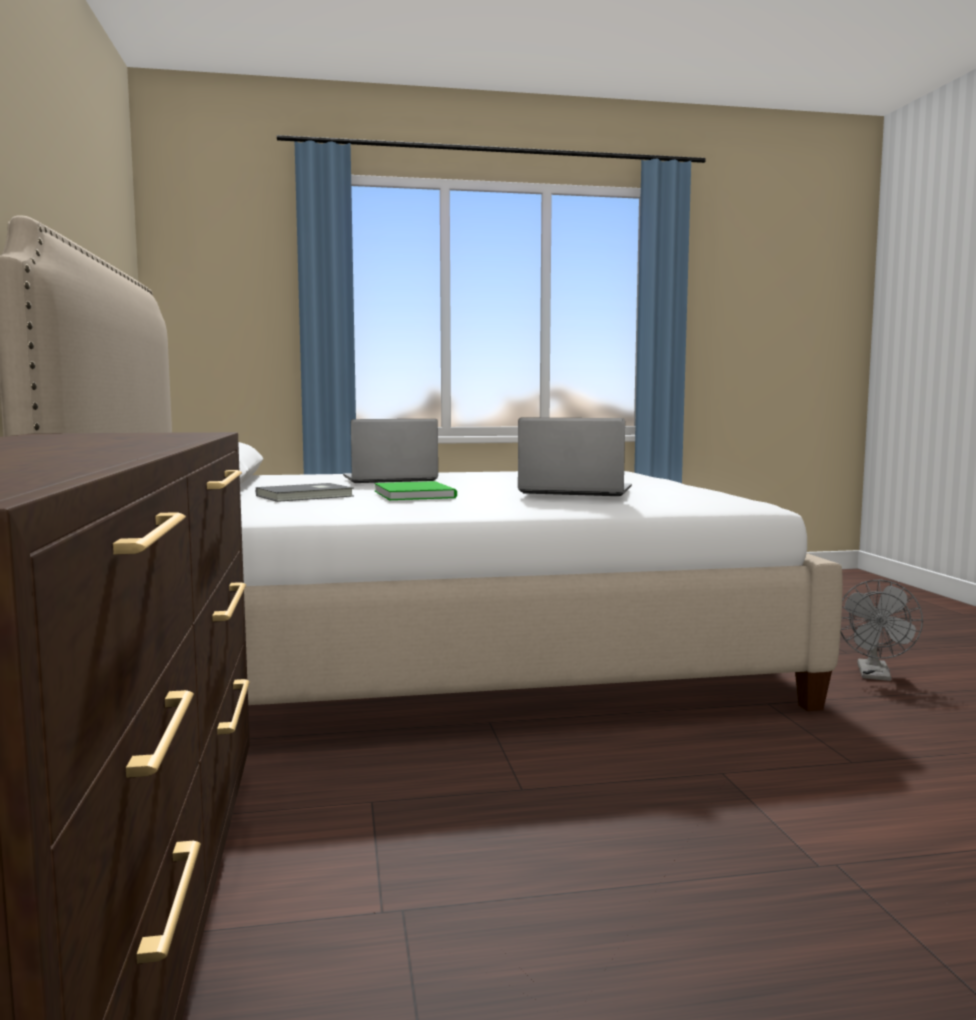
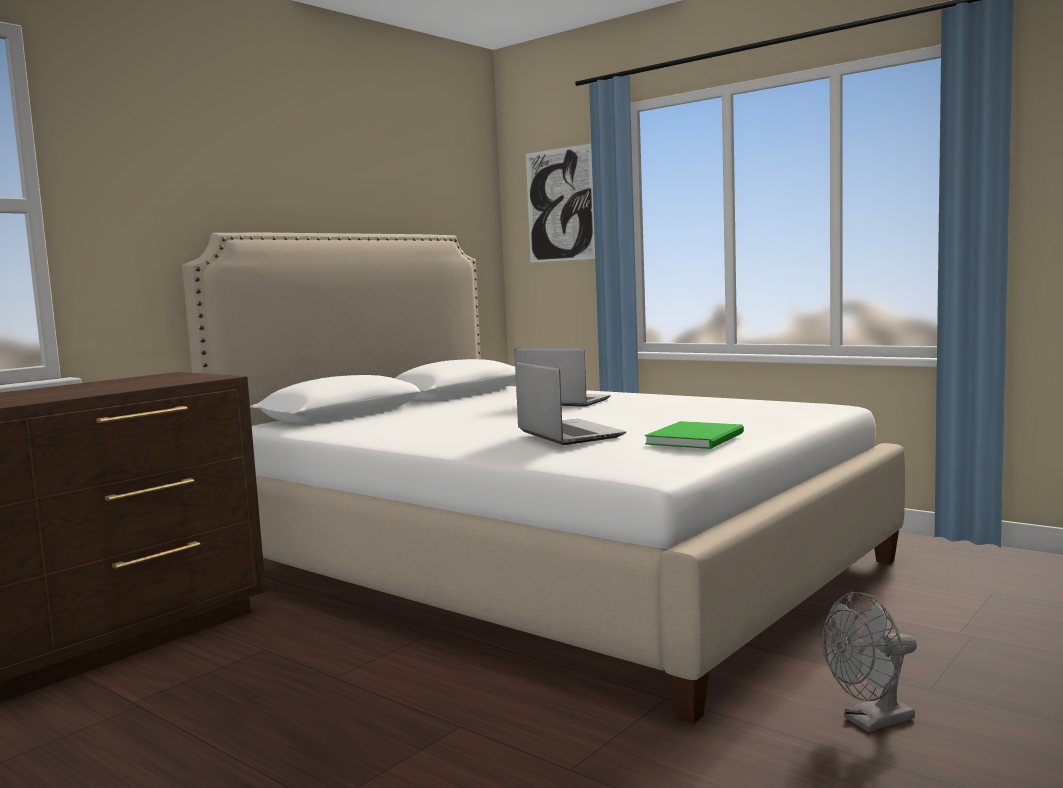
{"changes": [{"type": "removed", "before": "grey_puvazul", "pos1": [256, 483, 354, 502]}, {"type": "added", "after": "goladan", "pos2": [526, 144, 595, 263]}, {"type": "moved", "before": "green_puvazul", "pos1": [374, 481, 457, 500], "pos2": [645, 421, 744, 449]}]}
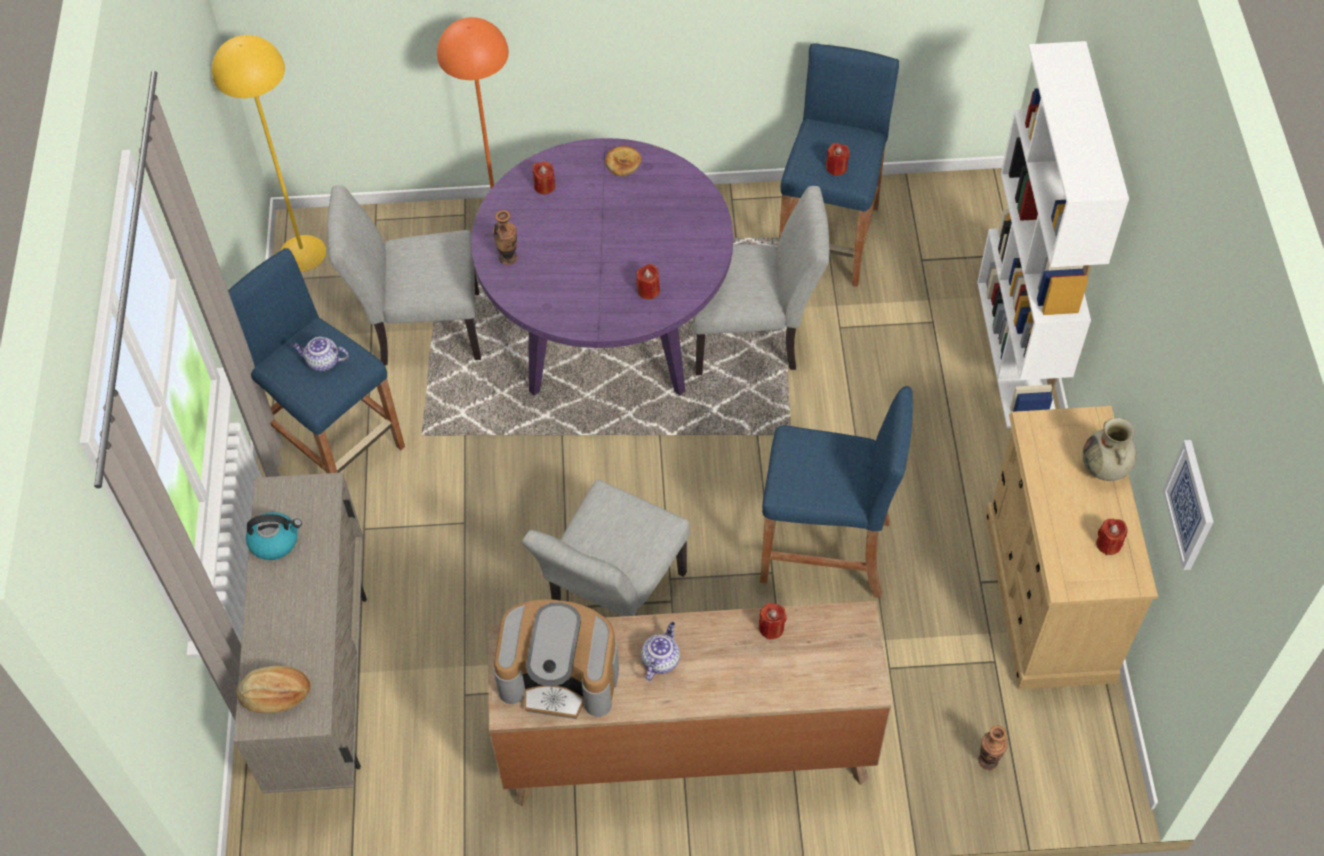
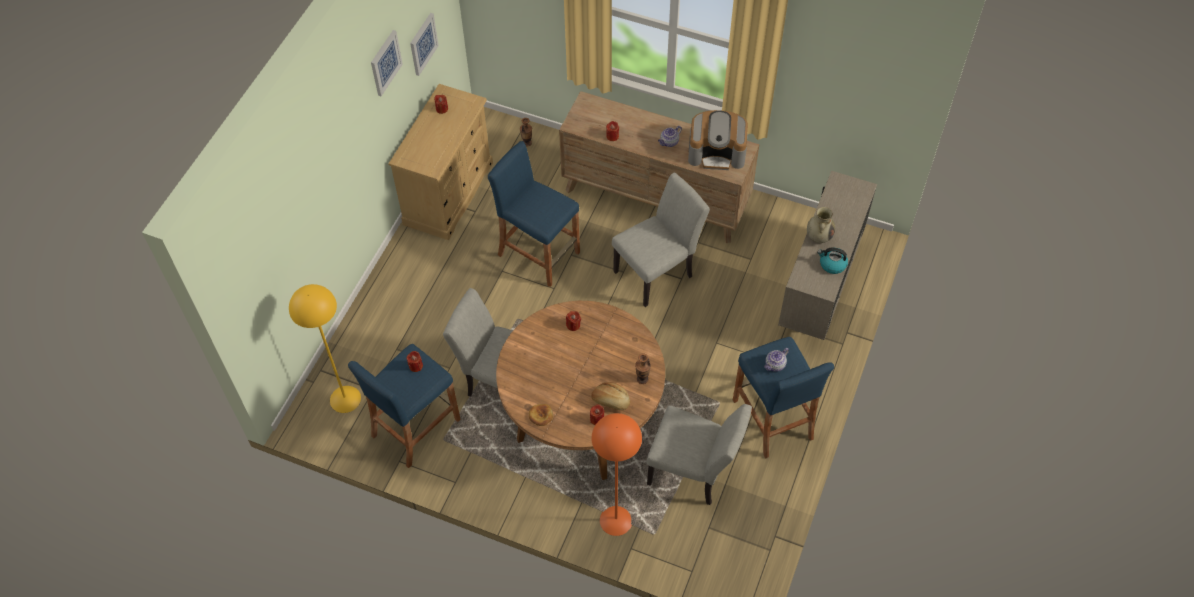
{"changes": [{"type": "removed", "before": "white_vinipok", "pos1": [977, 41, 1129, 428]}, {"type": "added", "after": "goladan", "pos2": [371, 30, 403, 96]}, {"type": "moved", "before": "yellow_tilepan", "pos1": [212, 35, 326, 272], "pos2": [289, 284, 361, 413]}, {"type": "moved", "before": "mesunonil", "pos1": [237, 666, 311, 713], "pos2": [591, 382, 630, 410]}, {"type": "moved", "before": "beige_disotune", "pos1": [1083, 417, 1137, 481], "pos2": [807, 207, 835, 243]}, {"type": "recoloured", "before": "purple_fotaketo", "after": "brown_fotaketo", "pos1": [471, 138, 733, 396], "pos2": [496, 301, 665, 480]}, {"type": "turned", "before": "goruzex", "pos1": [291, 337, 349, 371], "pos2": [764, 348, 789, 372], "turn": 105}, {"type": "turned", "before": "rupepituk", "pos1": [494, 599, 619, 719], "pos2": [688, 110, 748, 170], "turn": 150}]}
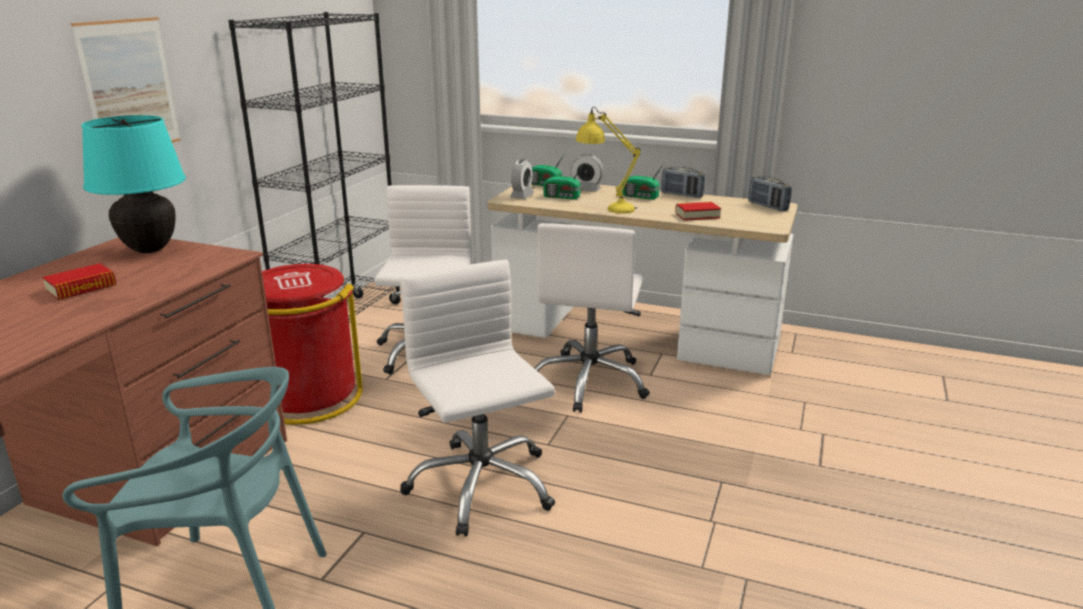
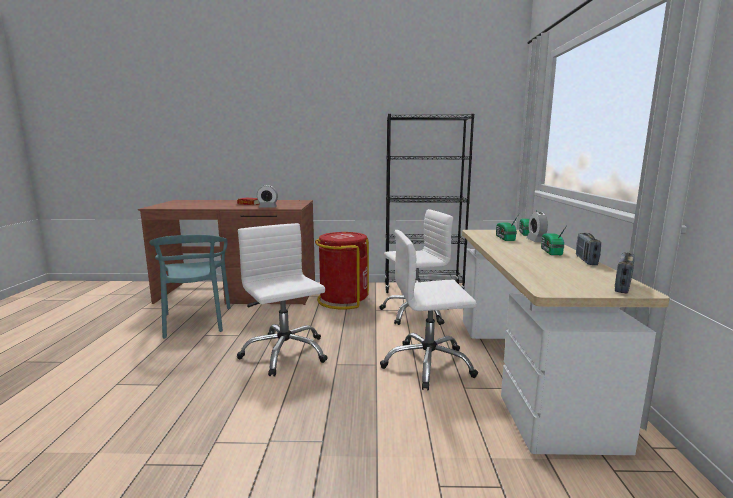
{"changes": [{"type": "removed", "before": "goladan", "pos1": [71, 17, 181, 143]}, {"type": "removed", "before": "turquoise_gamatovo", "pos1": [81, 115, 186, 253]}, {"type": "removed", "before": "yellow_gamatovo", "pos1": [576, 107, 641, 214]}, {"type": "removed", "before": "puvazul", "pos1": [675, 202, 721, 221]}, {"type": "moved", "before": "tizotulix", "pos1": [510, 160, 534, 199], "pos2": [257, 185, 278, 208]}, {"type": "turned", "before": "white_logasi", "pos1": [400, 259, 555, 536], "pos2": [237, 223, 328, 376], "turn": -75}]}
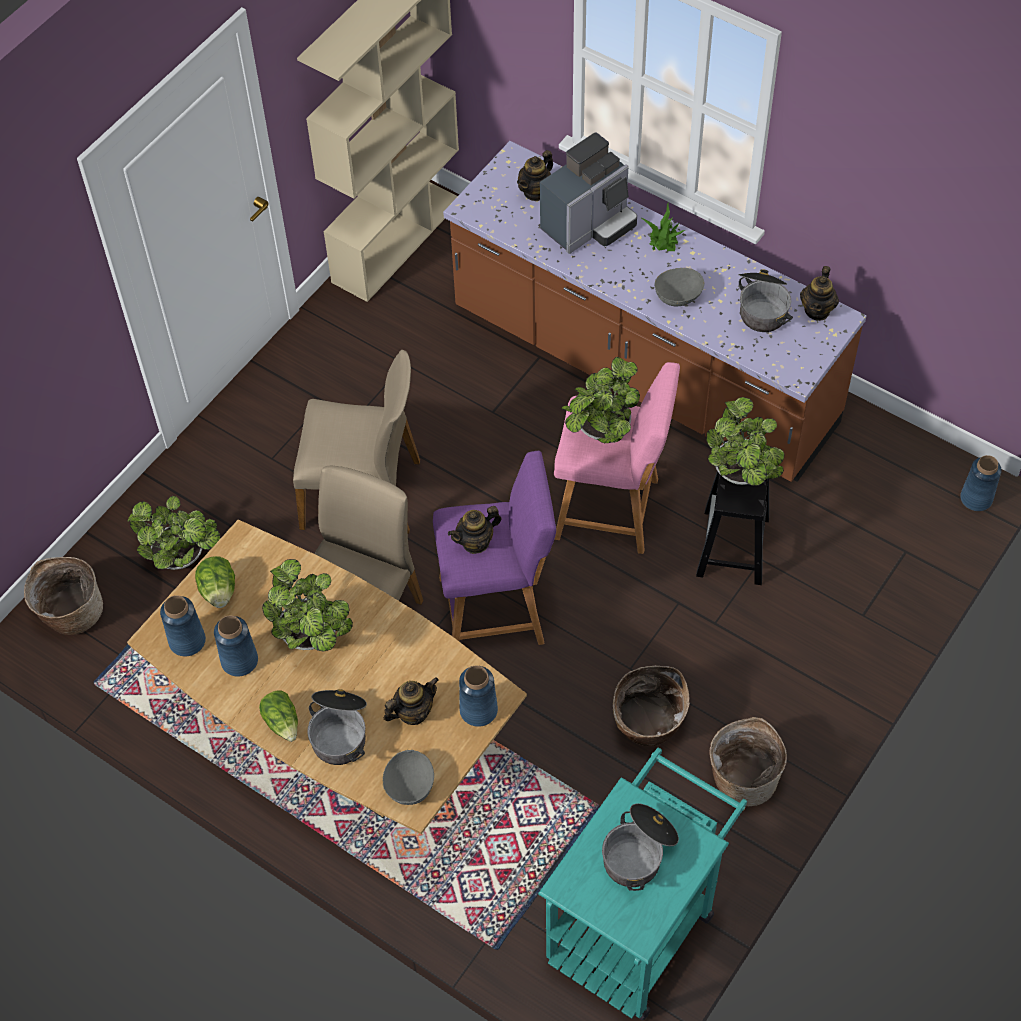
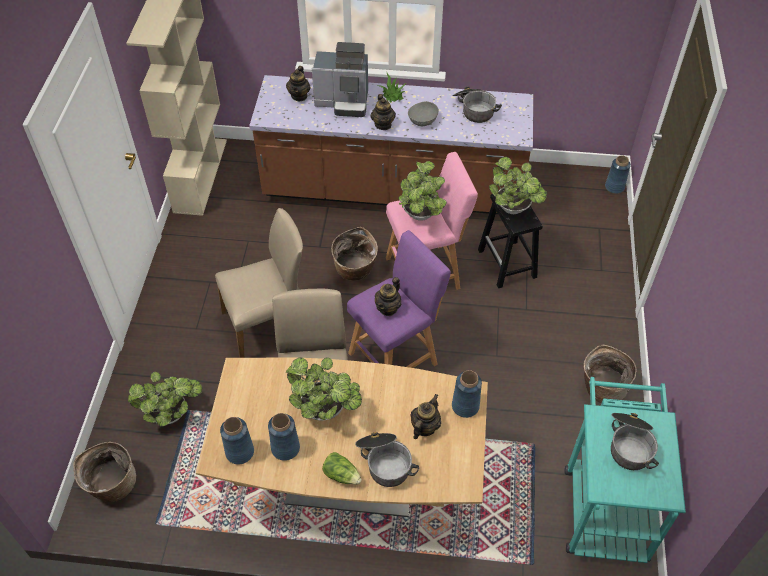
{"changes": [{"type": "removed", "before": "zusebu", "pos1": [195, 556, 235, 608]}, {"type": "removed", "before": "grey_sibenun", "pos1": [382, 750, 434, 805]}, {"type": "moved", "before": "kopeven", "pos1": [613, 666, 690, 746], "pos2": [331, 227, 378, 281]}, {"type": "moved", "before": "goruzex", "pos1": [800, 266, 839, 321], "pos2": [370, 94, 396, 130]}, {"type": "turned", "before": "rupepituk", "pos1": [540, 132, 637, 254], "pos2": [312, 42, 368, 117], "turn": 75}]}
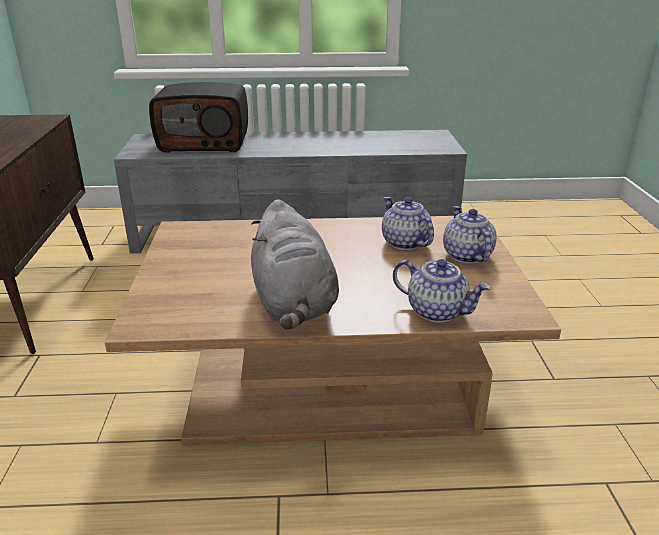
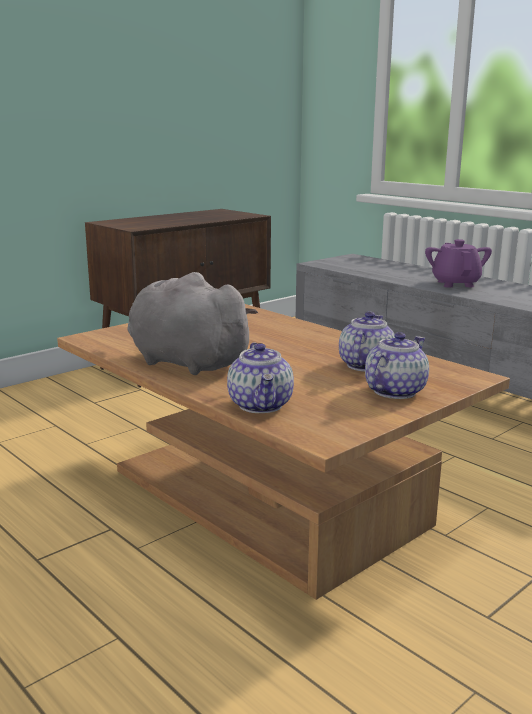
{"changes": [{"type": "removed", "before": "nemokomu", "pos1": [149, 82, 248, 152]}, {"type": "added", "after": "purple_goruzex", "pos2": [425, 239, 492, 288]}, {"type": "turned", "before": "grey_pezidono", "pos1": [251, 199, 339, 329], "pos2": [127, 272, 258, 375], "turn": 90}]}
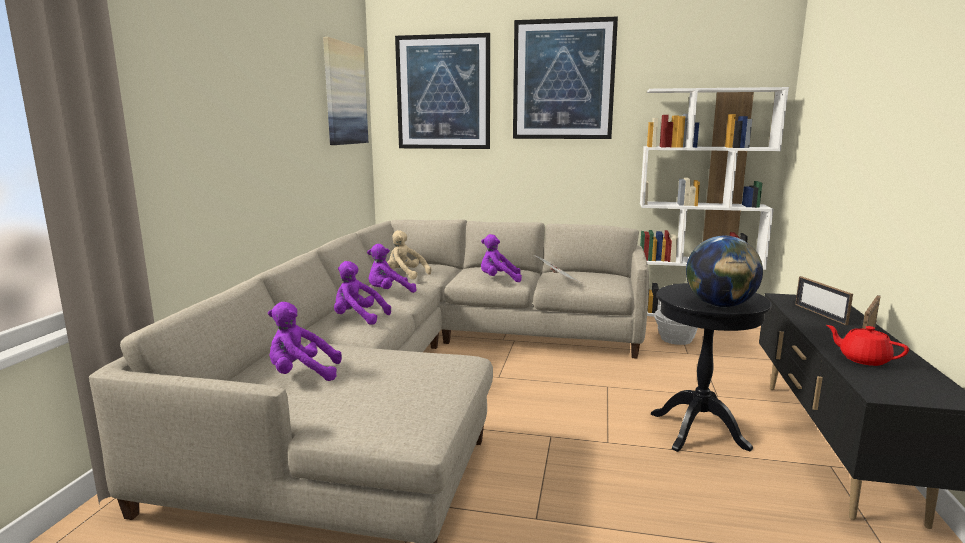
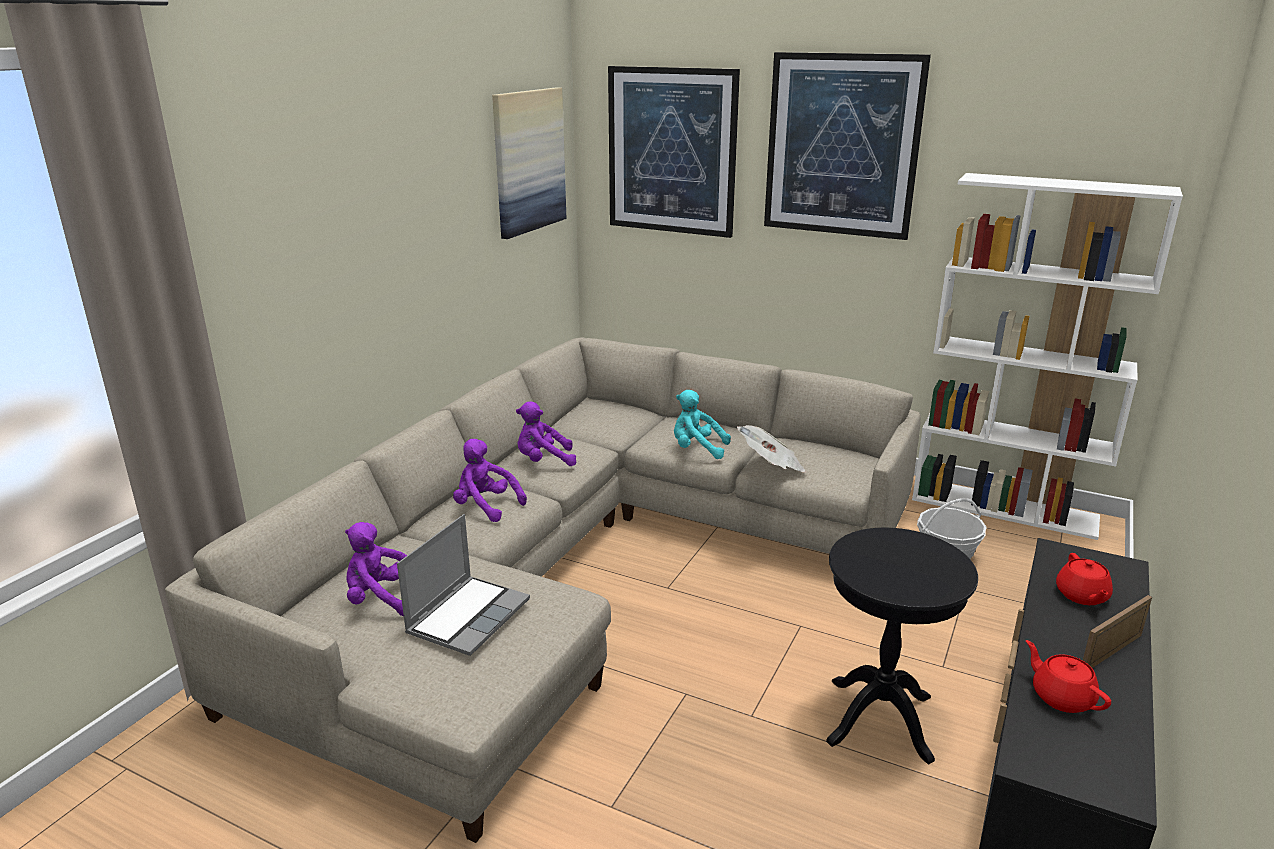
{"changes": [{"type": "removed", "before": "beige_pezidono", "pos1": [387, 230, 431, 279]}, {"type": "removed", "before": "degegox", "pos1": [686, 236, 763, 307]}, {"type": "added", "after": "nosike", "pos2": [397, 514, 530, 656]}, {"type": "replaced", "before": "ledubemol", "after": "red_goruzex", "pos1": [795, 276, 853, 325], "pos2": [1056, 553, 1113, 605]}, {"type": "recoloured", "before": "purple_pezidono", "after": "turquoise_pezidono", "pos1": [481, 234, 522, 282], "pos2": [674, 390, 731, 459]}]}
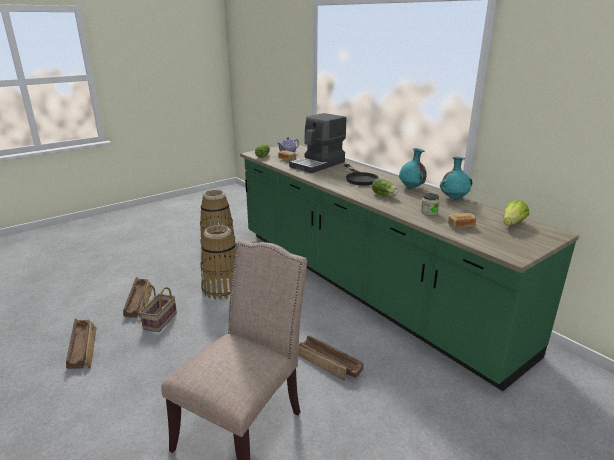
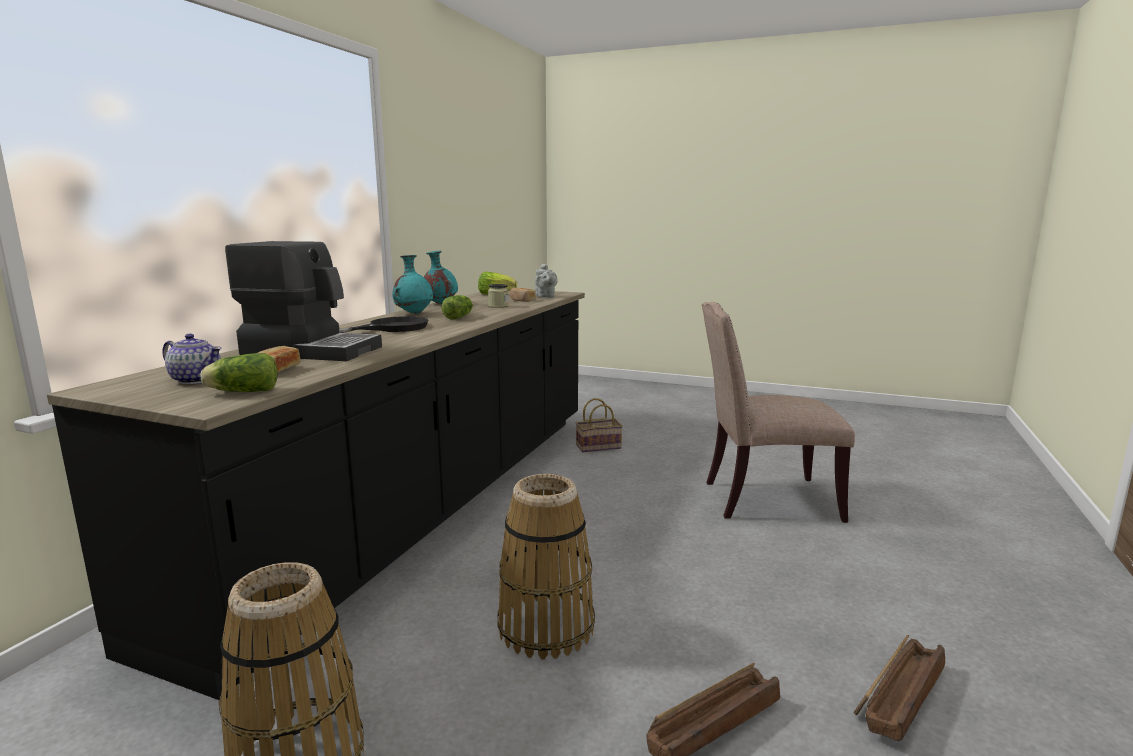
{"changes": [{"type": "removed", "before": "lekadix", "pos1": [298, 335, 364, 380]}, {"type": "added", "after": "grey_goruzex", "pos2": [535, 264, 558, 298]}, {"type": "moved", "before": "kopeven", "pos1": [139, 285, 177, 332], "pos2": [575, 398, 623, 452]}, {"type": "recoloured", "before": "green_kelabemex", "after": "black_kelabemex", "pos1": [240, 144, 579, 391], "pos2": [47, 291, 585, 700]}]}
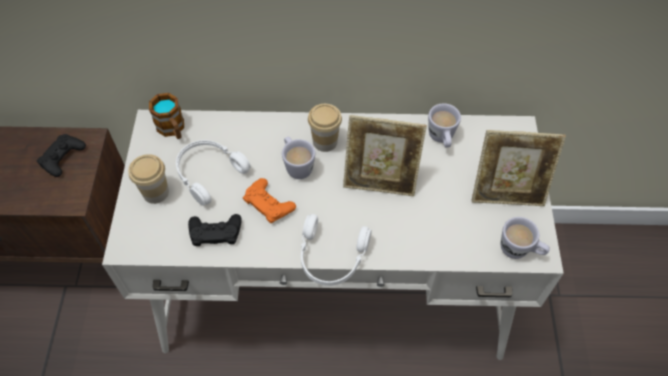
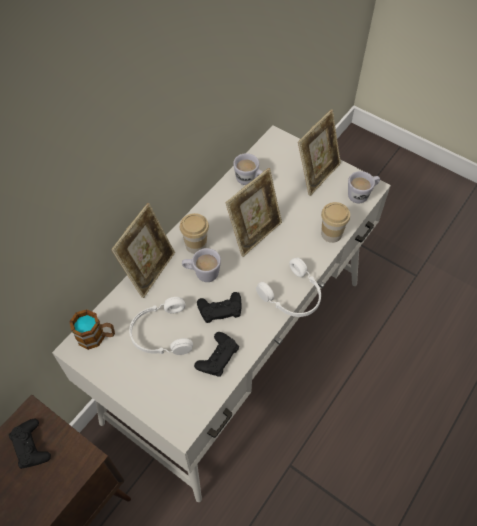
{"changes": [{"type": "added", "after": "ledubemol", "pos2": [111, 203, 175, 298]}, {"type": "moved", "before": "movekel", "pos1": [128, 154, 169, 204], "pos2": [321, 202, 350, 243]}, {"type": "recoloured", "before": "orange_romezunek", "after": "black_romezunek", "pos1": [243, 178, 296, 223], "pos2": [197, 292, 242, 323]}]}
